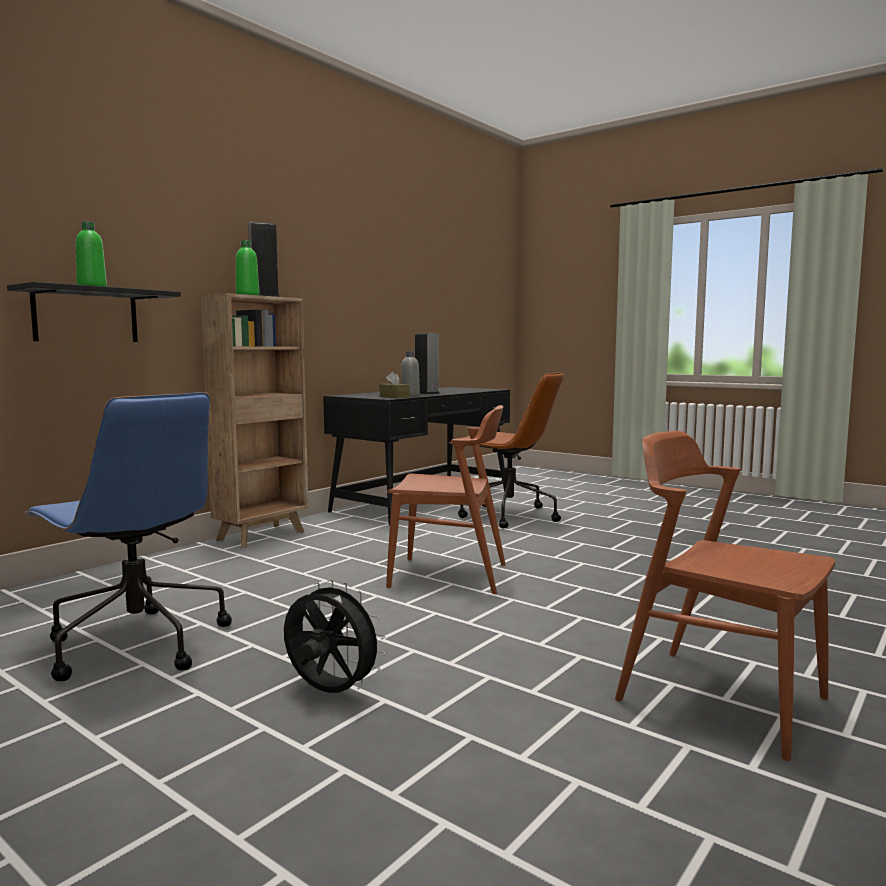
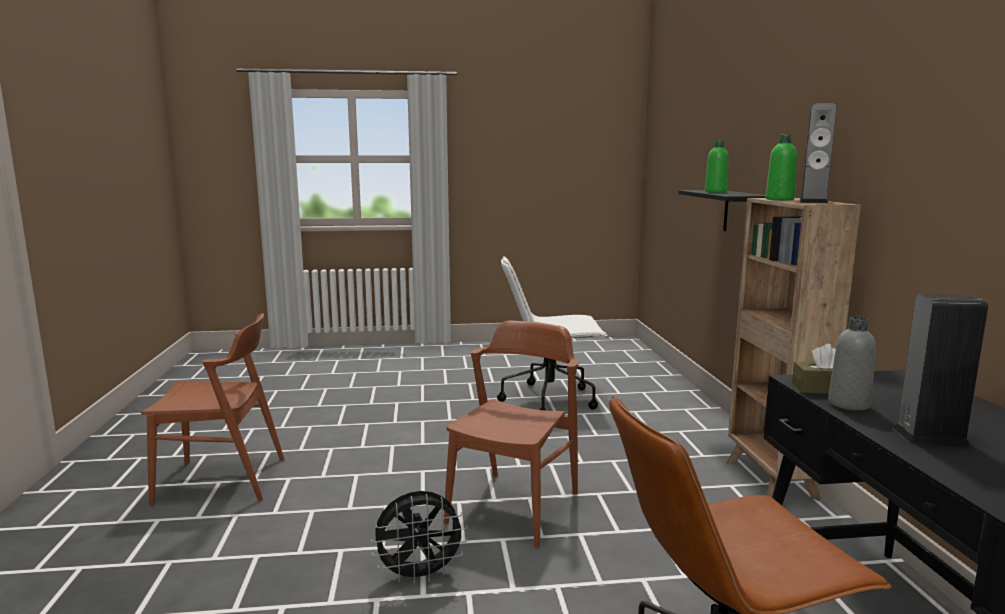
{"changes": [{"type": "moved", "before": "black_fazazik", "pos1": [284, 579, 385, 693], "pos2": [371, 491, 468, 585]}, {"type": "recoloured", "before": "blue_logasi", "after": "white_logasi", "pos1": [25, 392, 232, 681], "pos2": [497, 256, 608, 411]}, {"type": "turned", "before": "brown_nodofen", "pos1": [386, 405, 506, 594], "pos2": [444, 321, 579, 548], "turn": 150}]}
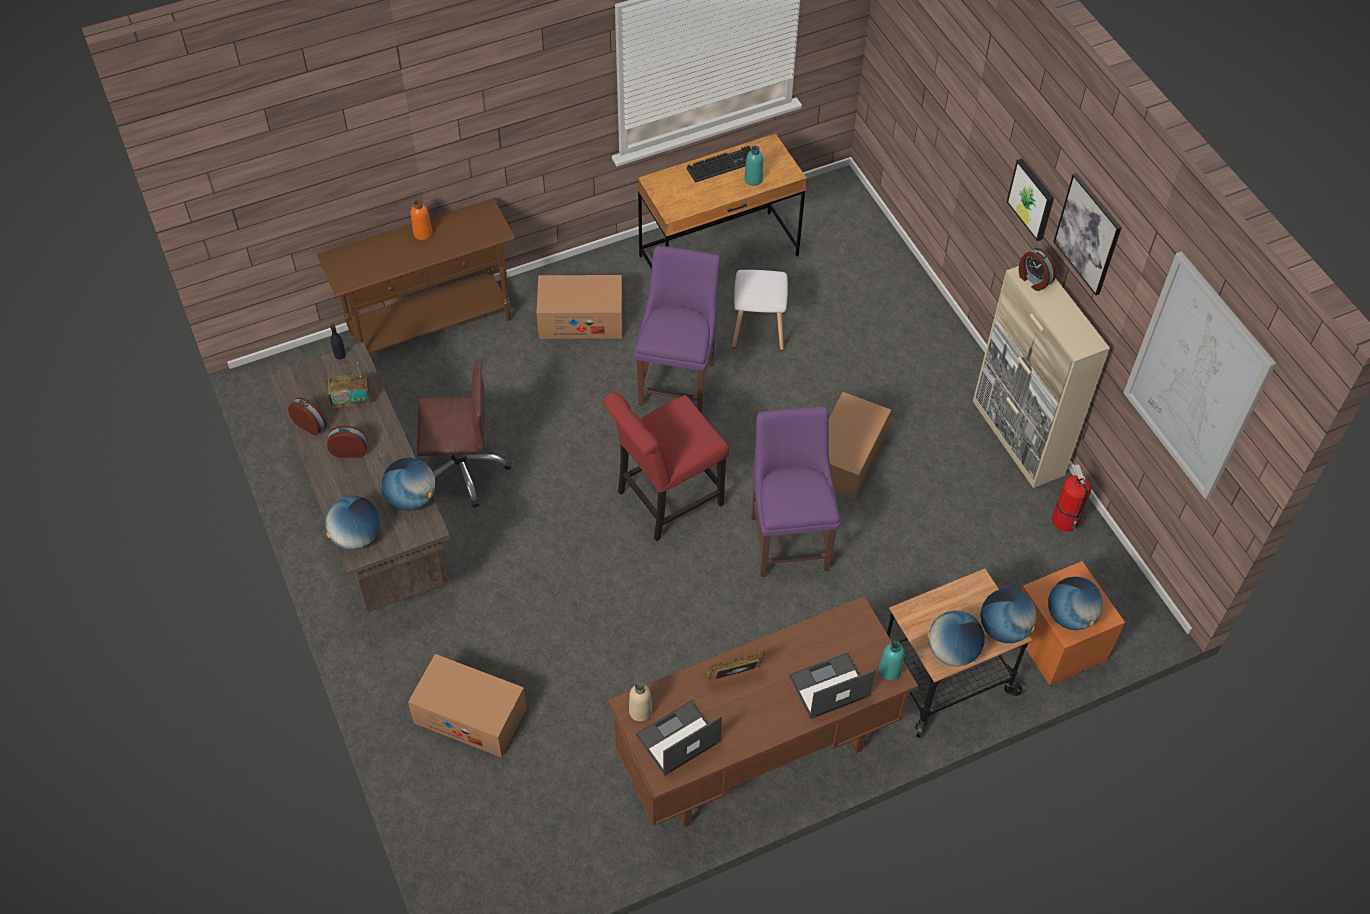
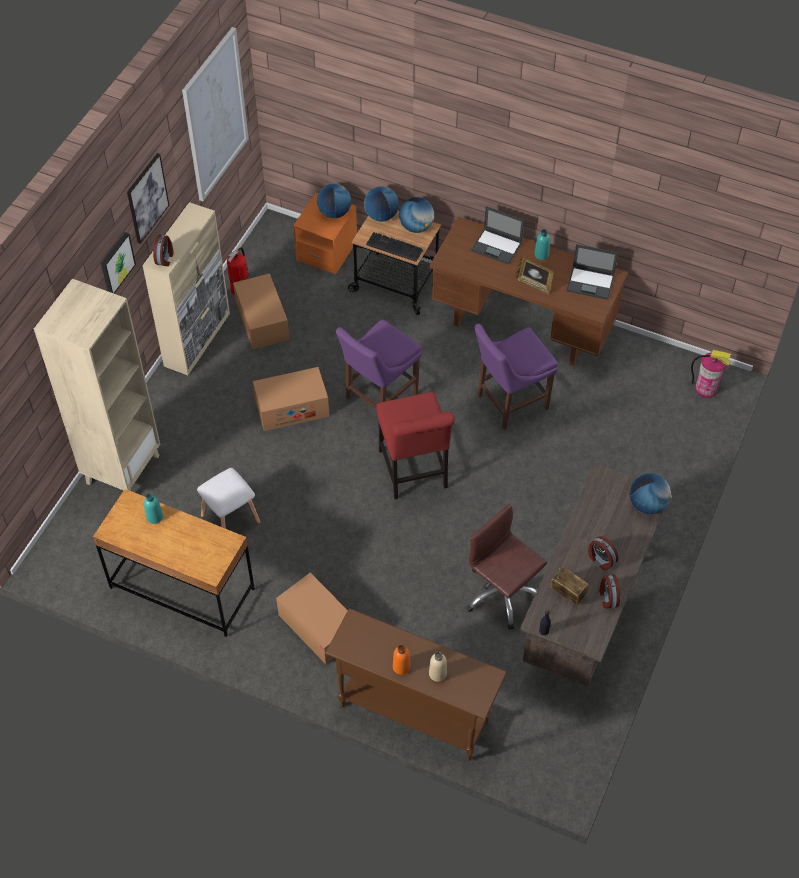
{"changes": [{"type": "removed", "before": "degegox", "pos1": [382, 458, 435, 511]}, {"type": "added", "after": "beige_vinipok", "pos2": [34, 279, 160, 491]}, {"type": "added", "after": "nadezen", "pos2": [691, 350, 731, 398]}, {"type": "moved", "before": "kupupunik", "pos1": [408, 654, 527, 758], "pos2": [233, 274, 290, 349]}, {"type": "moved", "before": "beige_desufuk", "pos1": [629, 682, 652, 722], "pos2": [429, 652, 447, 682]}, {"type": "moved", "before": "purple_nodofen", "pos1": [634, 246, 720, 414], "pos2": [474, 324, 558, 430]}, {"type": "moved", "before": "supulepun", "pos1": [686, 146, 751, 183], "pos2": [366, 232, 423, 262]}, {"type": "moved", "before": "turquoise_desufuk", "pos1": [879, 641, 904, 680], "pos2": [534, 229, 550, 260]}, {"type": "turned", "before": "red_nodofen", "pos1": [603, 392, 729, 541], "pos2": [376, 392, 455, 499], "turn": 60}]}
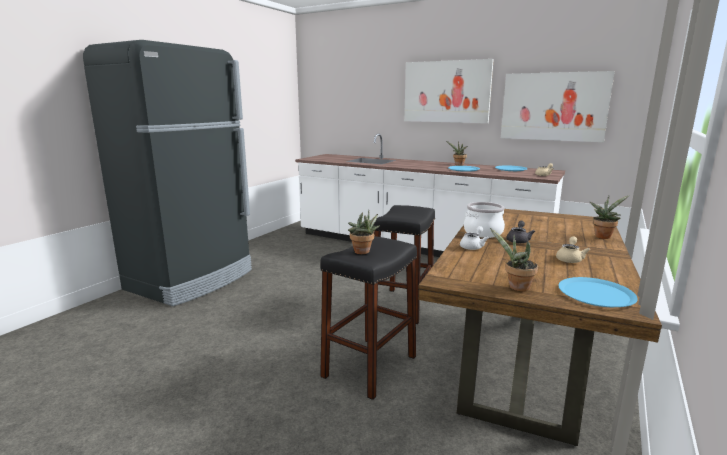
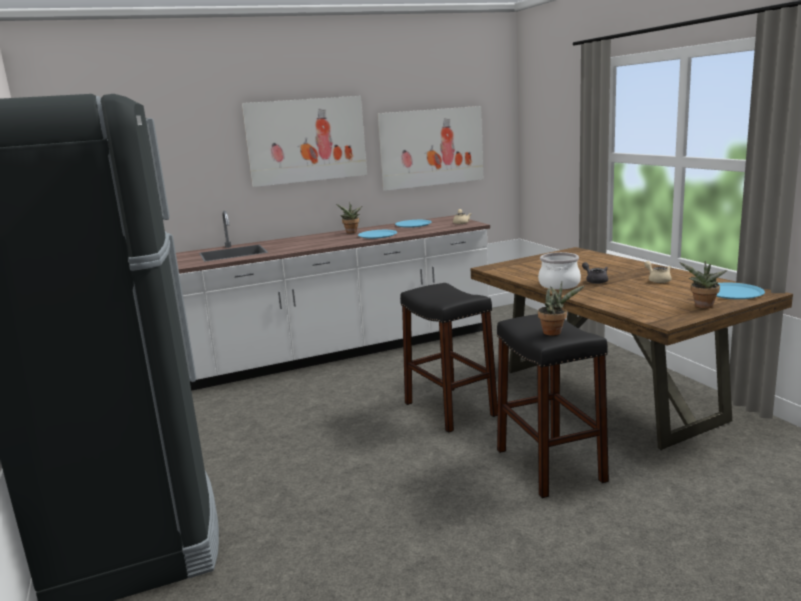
{"changes": [{"type": "removed", "before": "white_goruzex", "pos1": [460, 226, 489, 250]}, {"type": "removed", "before": "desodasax", "pos1": [590, 195, 629, 239]}]}
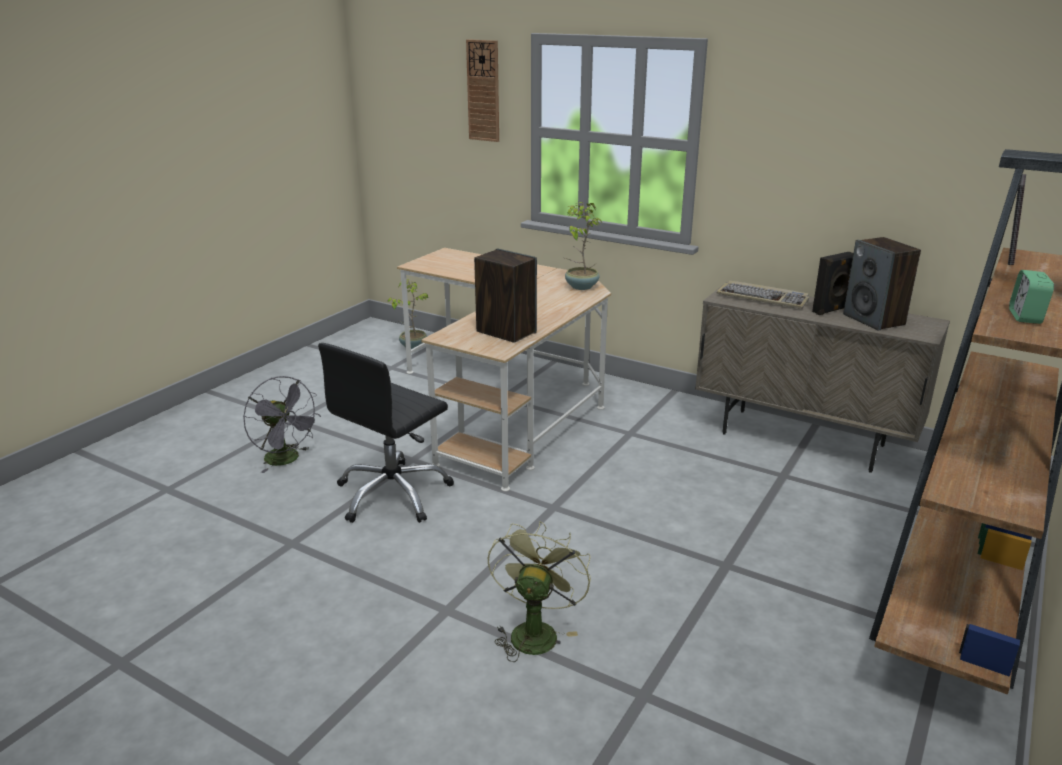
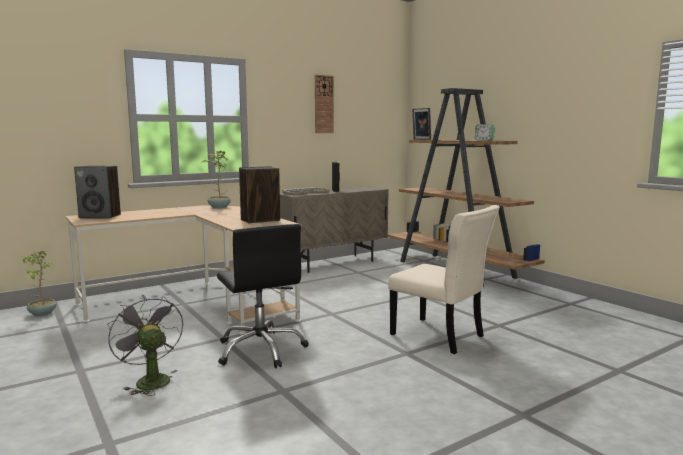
{"changes": [{"type": "moved", "before": "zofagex", "pos1": [466, 39, 499, 142], "pos2": [315, 75, 334, 133]}, {"type": "moved", "before": "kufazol", "pos1": [843, 237, 921, 331], "pos2": [74, 166, 121, 219]}, {"type": "replaced", "before": "green_fazazik", "after": "beige_nodofen", "pos1": [488, 521, 591, 662], "pos2": [388, 205, 500, 354]}, {"type": "turned", "before": "grey_fazazik", "pos1": [243, 376, 321, 473], "pos2": [107, 295, 183, 396], "turn": -105}]}
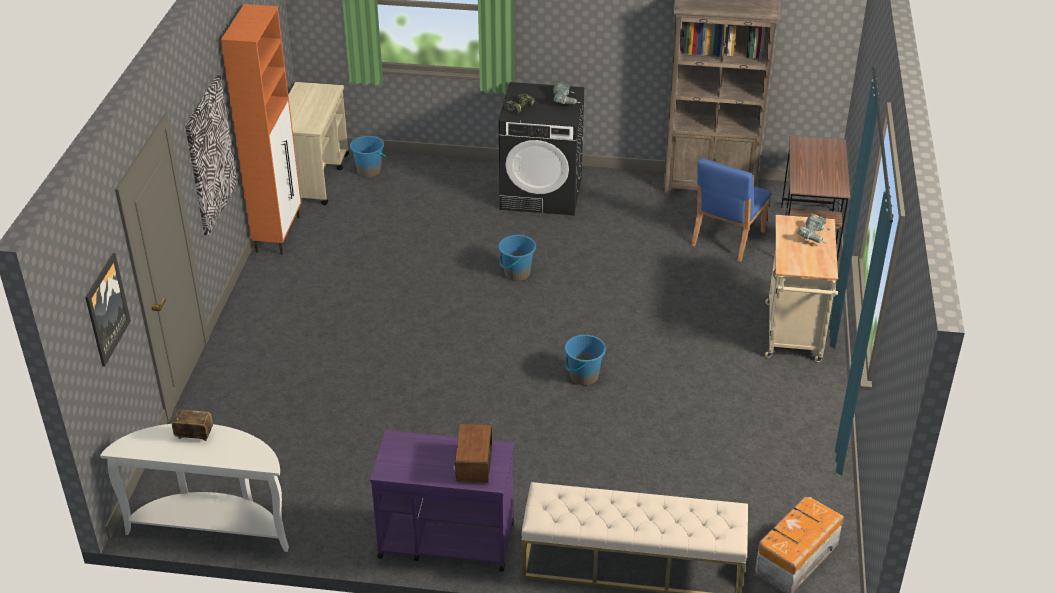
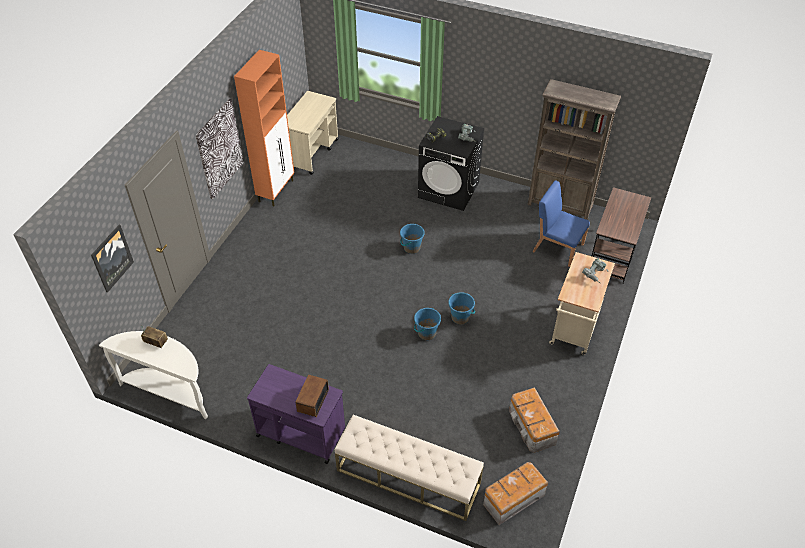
{"changes": [{"type": "added", "after": "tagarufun", "pos2": [509, 387, 560, 453]}, {"type": "moved", "before": "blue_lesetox", "pos1": [350, 136, 386, 177], "pos2": [448, 292, 475, 325]}, {"type": "turned", "before": "blue_nodofen", "pos1": [691, 158, 771, 262], "pos2": [532, 180, 590, 267], "turn": 75}]}
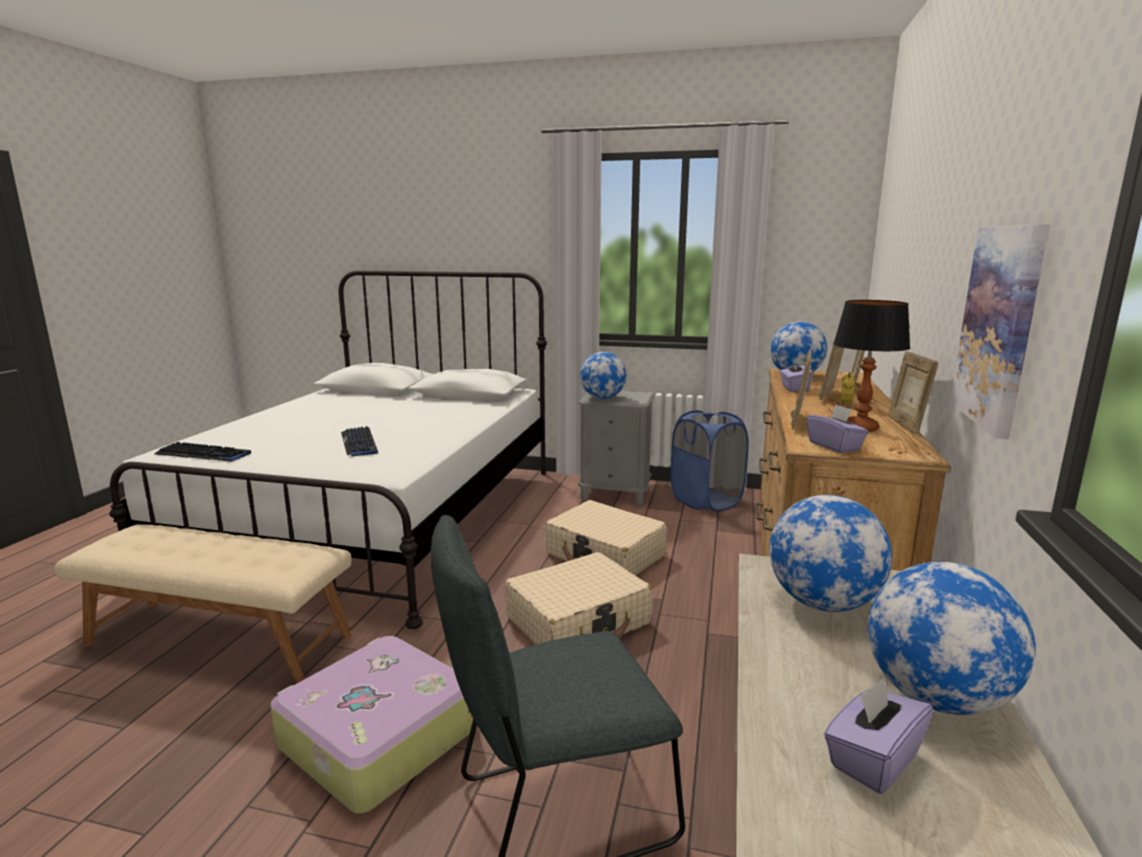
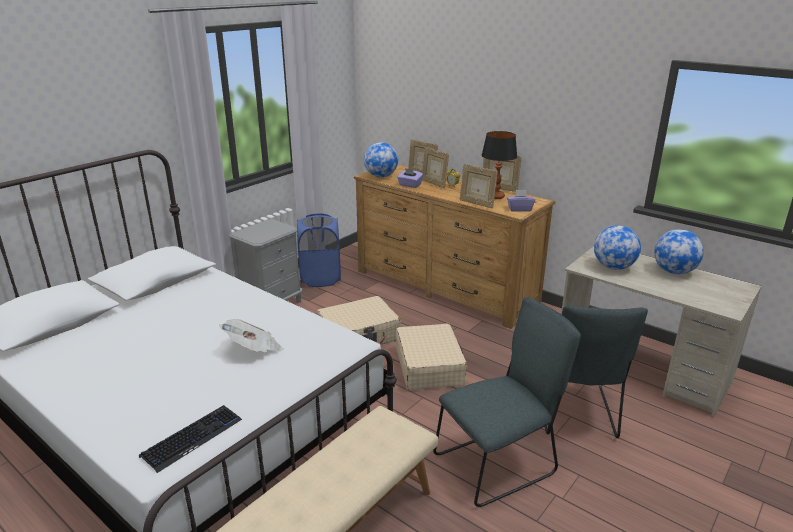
{"changes": [{"type": "removed", "before": "degegox", "pos1": [580, 352, 627, 399]}, {"type": "removed", "before": "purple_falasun", "pos1": [824, 677, 933, 794]}, {"type": "removed", "before": "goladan", "pos1": [950, 224, 1050, 439]}, {"type": "replaced", "before": "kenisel", "after": "grey_nodofen", "pos1": [270, 636, 473, 814], "pos2": [433, 297, 581, 507]}, {"type": "replaced", "before": "supulepun", "after": "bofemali", "pos1": [341, 426, 378, 456], "pos2": [219, 319, 283, 353]}]}
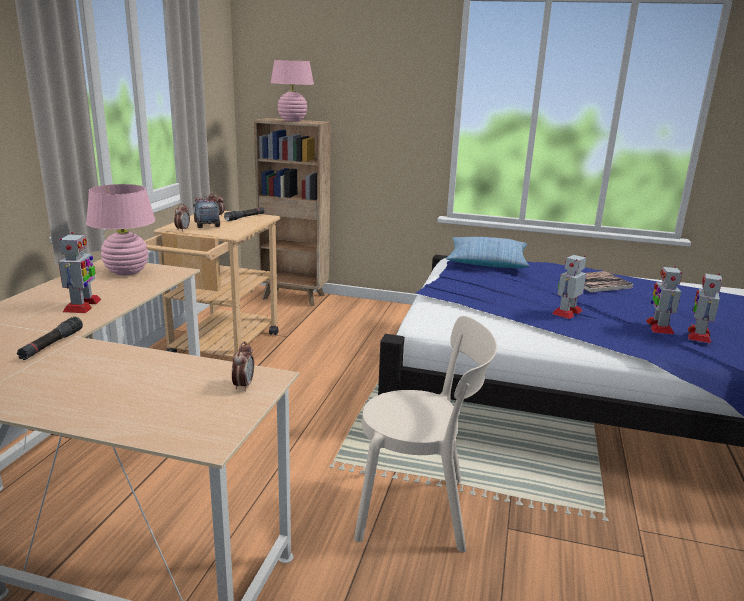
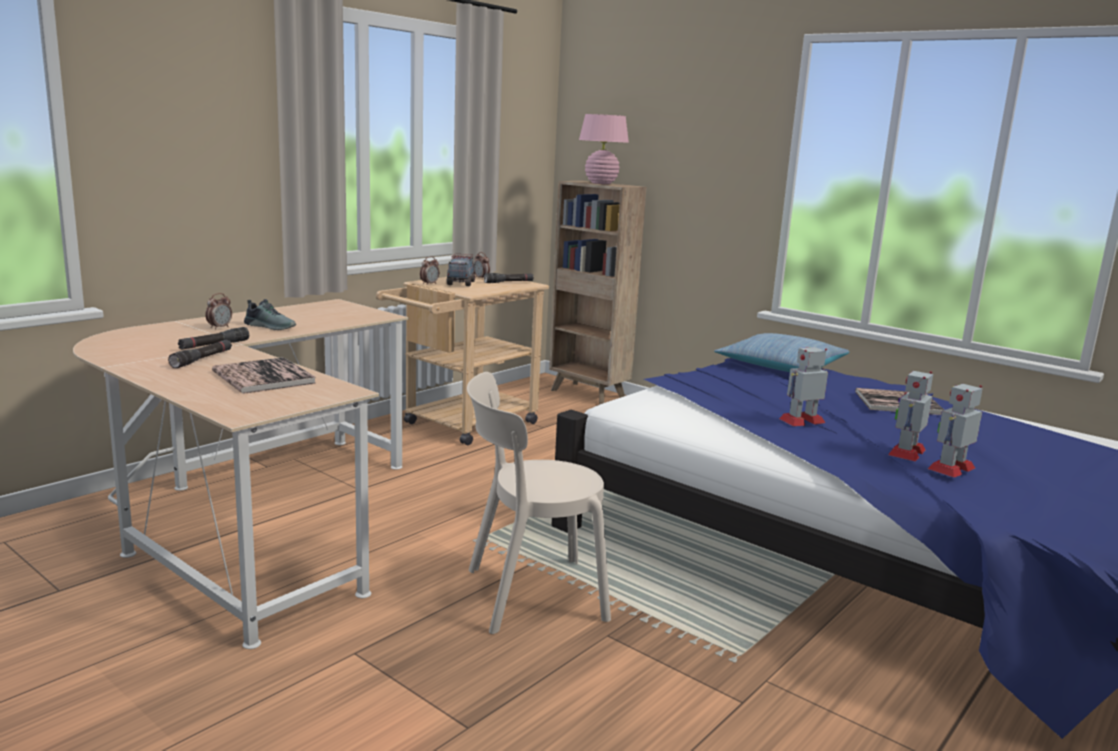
{"changes": [{"type": "removed", "before": "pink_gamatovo", "pos1": [86, 184, 155, 276]}, {"type": "added", "after": "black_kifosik", "pos2": [168, 340, 232, 368]}, {"type": "added", "after": "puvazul", "pos2": [212, 357, 316, 394]}, {"type": "moved", "before": "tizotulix", "pos1": [232, 341, 254, 391], "pos2": [205, 293, 232, 330]}, {"type": "replaced", "before": "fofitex", "after": "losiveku", "pos1": [58, 232, 102, 313], "pos2": [244, 299, 296, 330]}, {"type": "turned", "before": "beige_nodofen", "pos1": [354, 316, 497, 552], "pos2": [467, 372, 611, 634], "turn": 135}]}
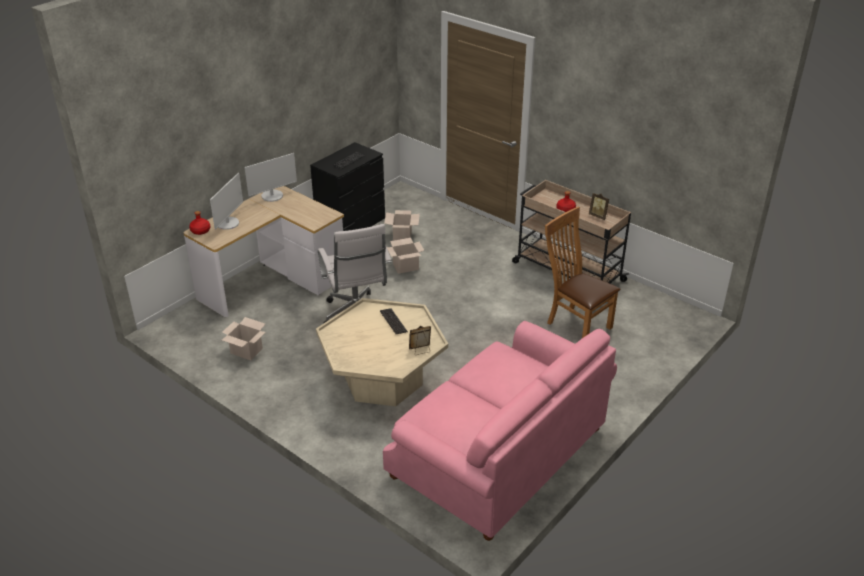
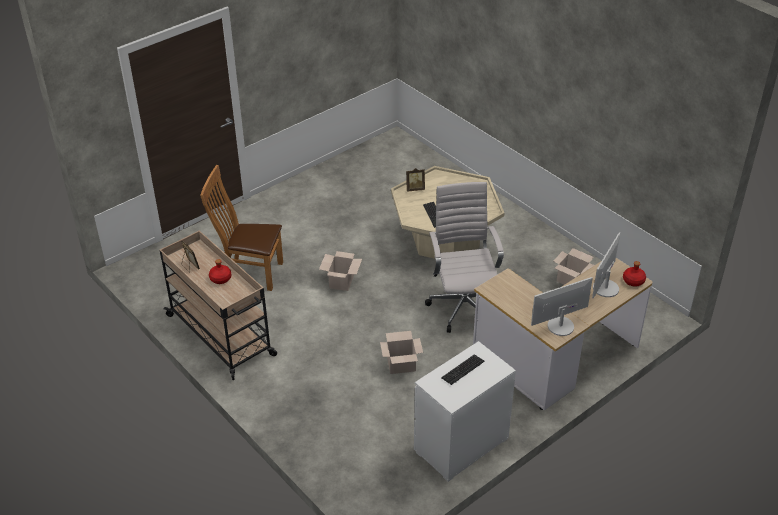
{"changes": [{"type": "removed", "before": "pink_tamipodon", "pos1": [383, 321, 617, 541]}, {"type": "moved", "before": "kupupunik", "pos1": [384, 210, 420, 241], "pos2": [319, 251, 362, 291]}, {"type": "recoloured", "before": "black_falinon", "after": "white_falinon", "pos1": [310, 142, 385, 231], "pos2": [414, 341, 516, 482]}, {"type": "turned", "before": "brown_nodofen", "pos1": [545, 207, 620, 338], "pos2": [200, 165, 283, 291], "turn": 135}]}
